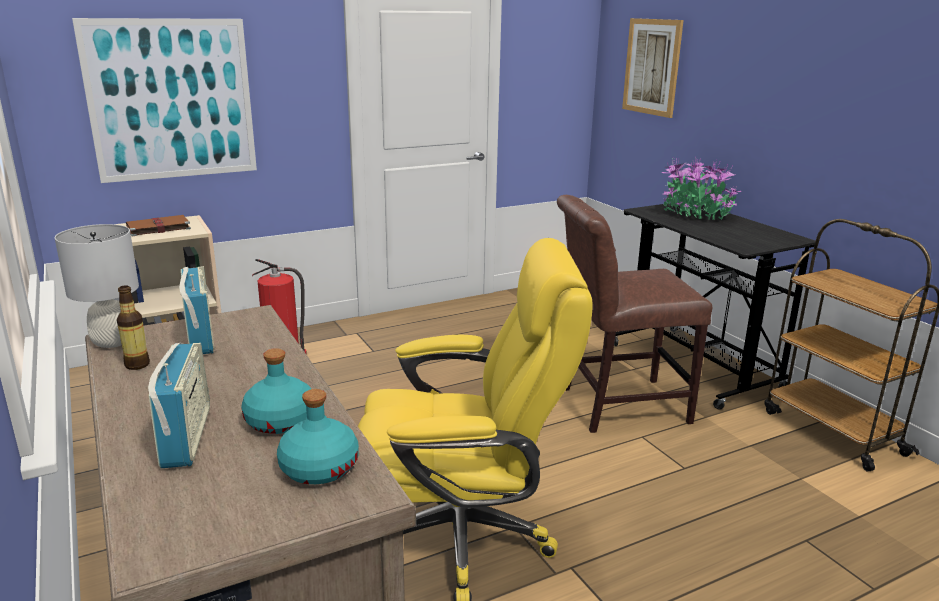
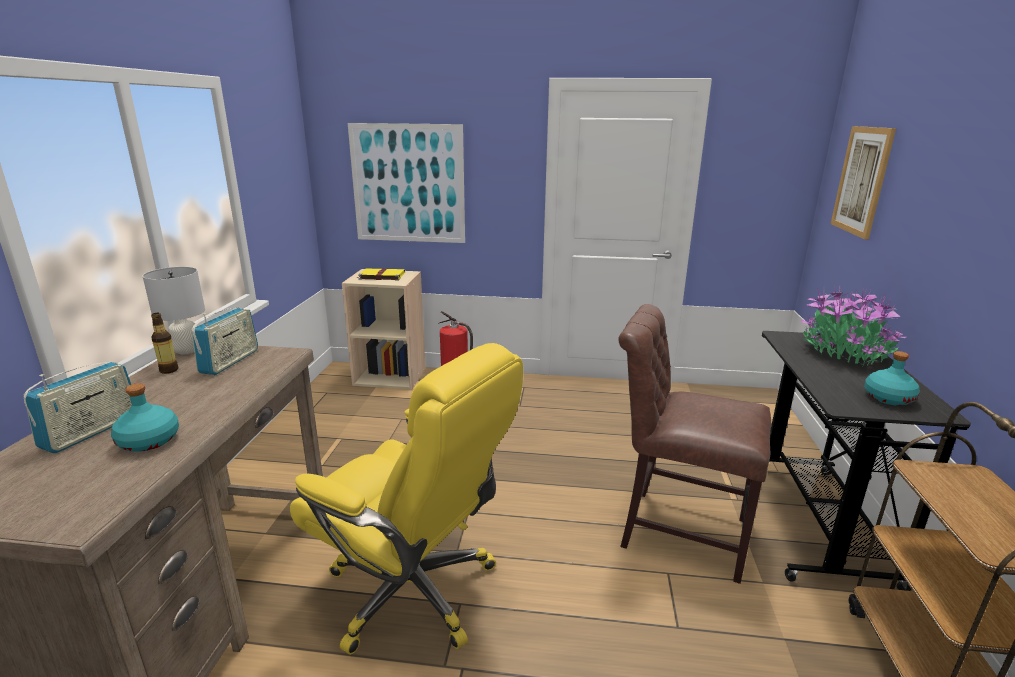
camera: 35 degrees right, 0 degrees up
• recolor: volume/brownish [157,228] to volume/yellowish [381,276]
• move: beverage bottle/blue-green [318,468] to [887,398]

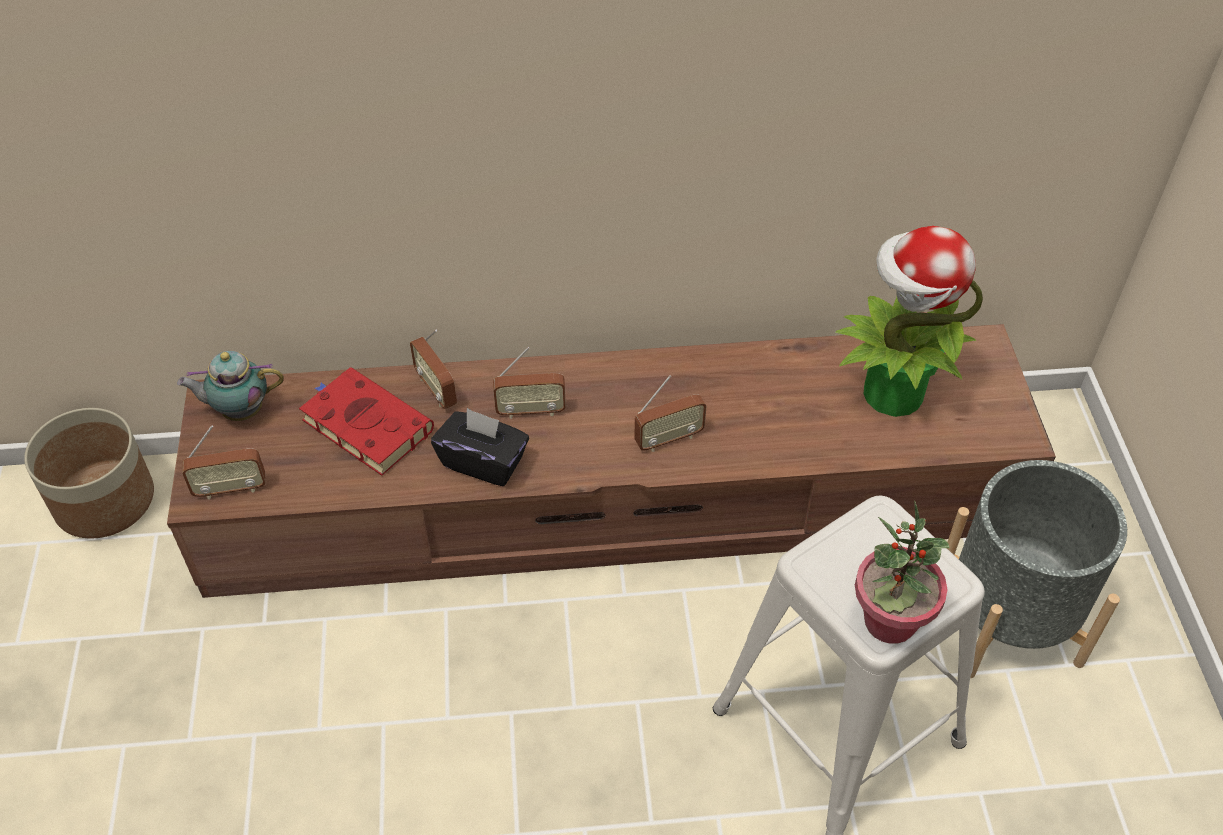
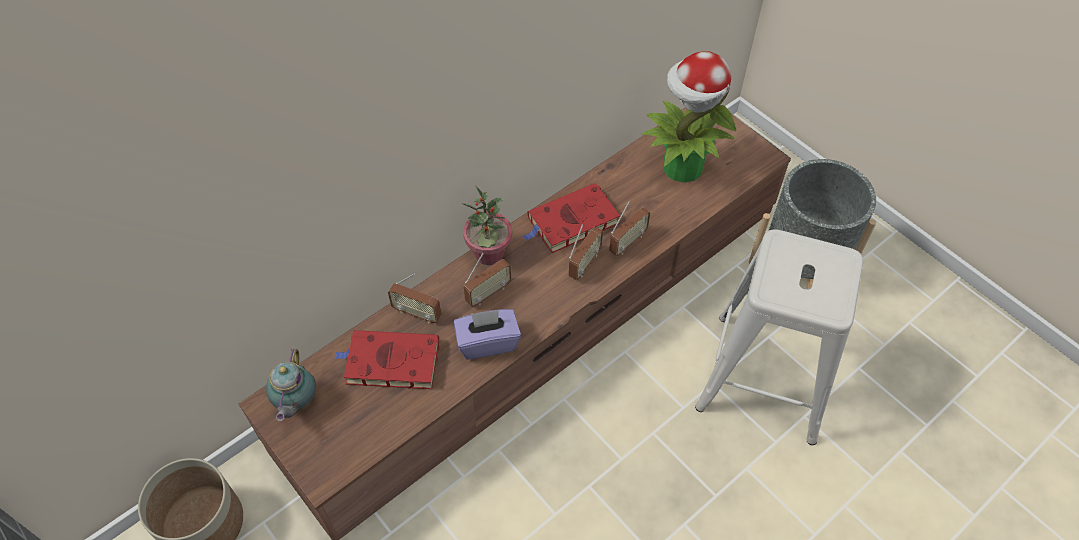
camera: 35 degrees left, 5 degrees up
• rotate: teapot [240,411] = [296,403] 45 degrees counterclockwise
• move: radio [230,489] to [627,242]
• recolor: tissue box/black [483,462] to tissue box/purplish [487,342]
• move: potted plant [889,621] to [489,254]
• insert: volume/reddish [571,222]

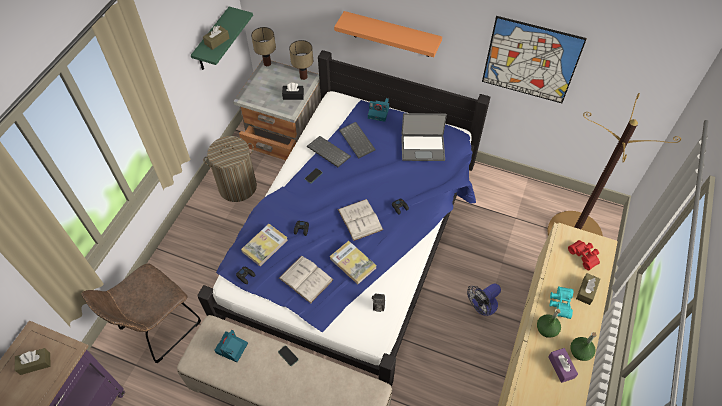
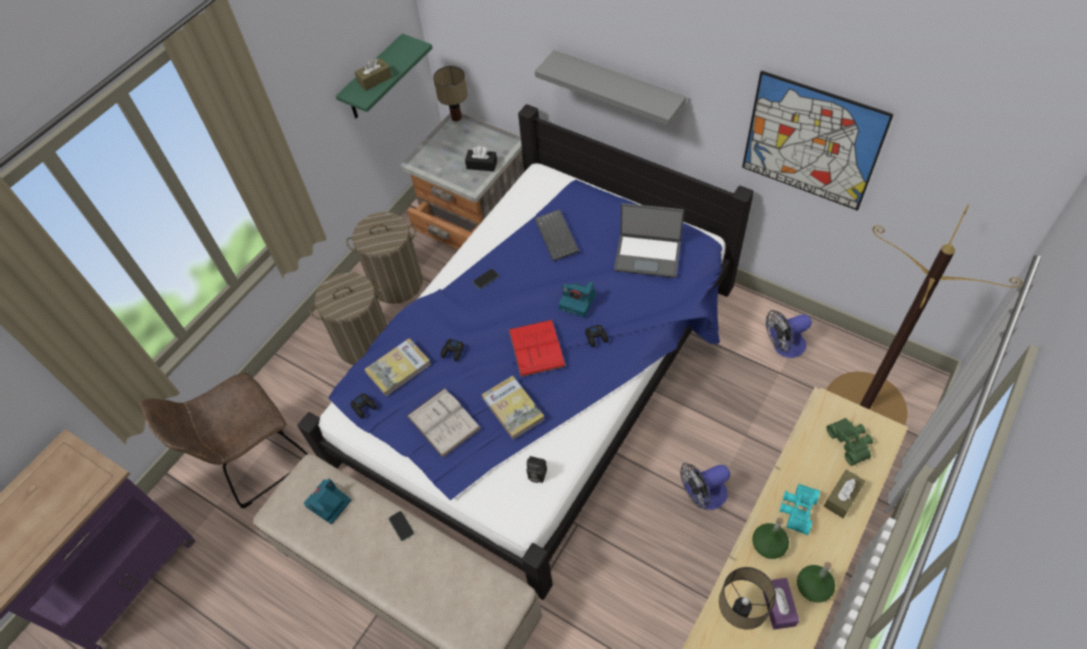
camera: 15 degrees right, 0 degrees up
• delete: tissue box/brownish [35,363]
• move: tabletop lamp [303,76] to [736,616]
• delete: keyboard [327,152]
• recolor: shelf/orange [391,35] to shelf/greyish [617,89]
• recolor: volume/whitish [360,219] to volume/reddish [536,348]
• move: photo camera [379,112] to [578,301]
• recolor: pair of binoculars/reddish [584,255] to pair of binoculars/green-coloured [851,443]
• insert: laundry basket [364,343]
• insert: cooling fan [784,346]

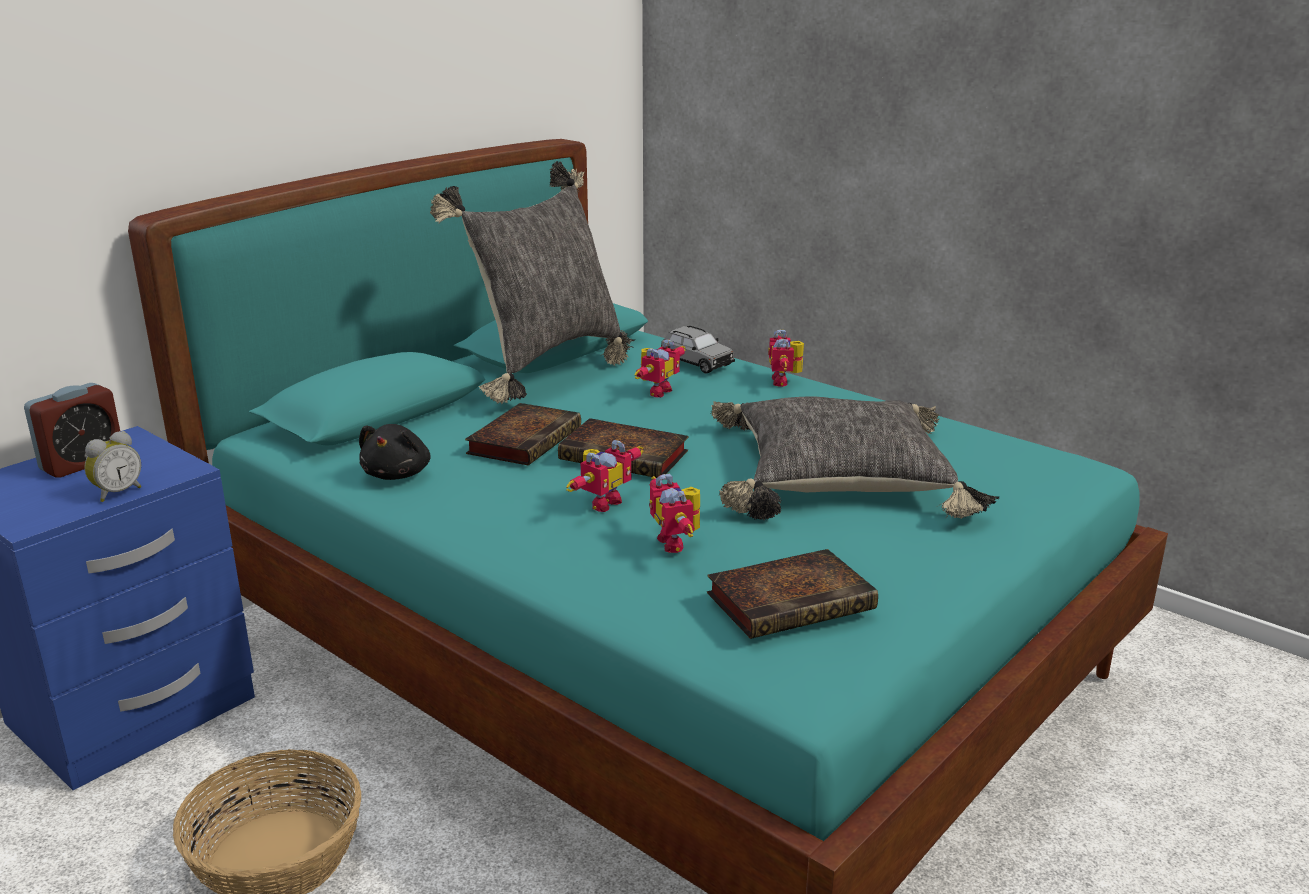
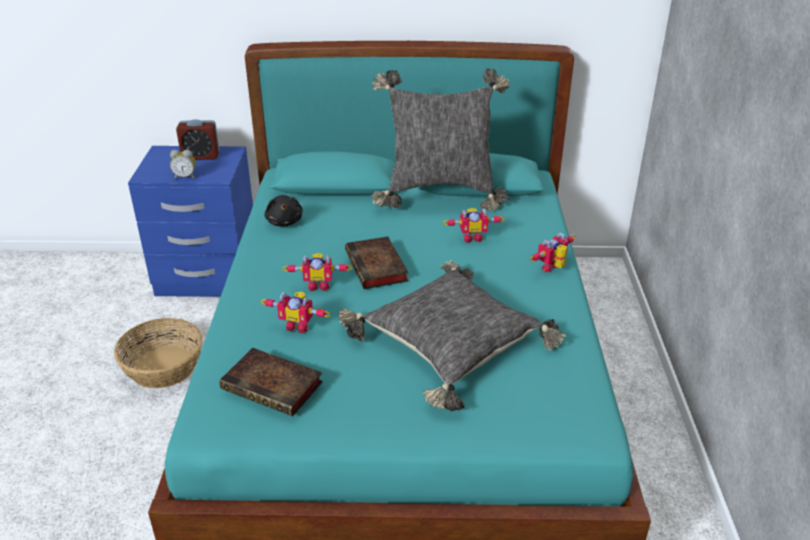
camera: 50 degrees right, 10 degrees up
• rotate: soft toy/black [398,474] = [284,222] 75 degrees counterclockwise
• delete: volume [525,440]
• rotate: model robot [677,542] = [298,325] 105 degrees counterclockwise
• delete: miniature car/greyish [697,363]

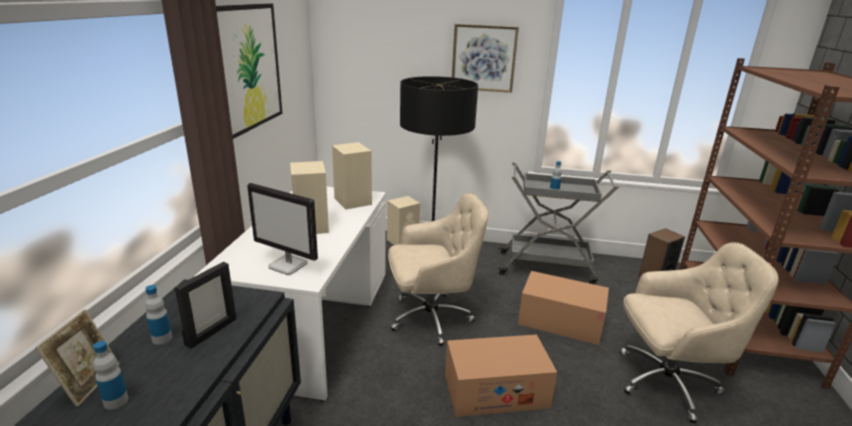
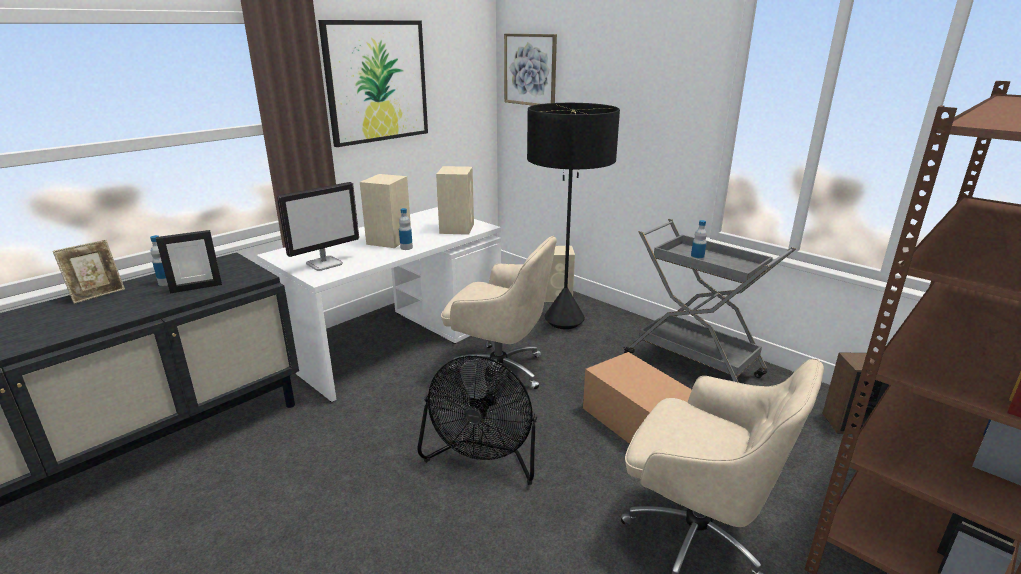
camera: 35 degrees right, 0 degrees up
• move: beverage bottle [116,401] to [406,247]
• rotate: computer screen [289,265] = [325,264] 105 degrees counterclockwise
• replace: packing box [495,391] to cooling fan/black [480,456]
• move: wall art [483,58] to [530,70]

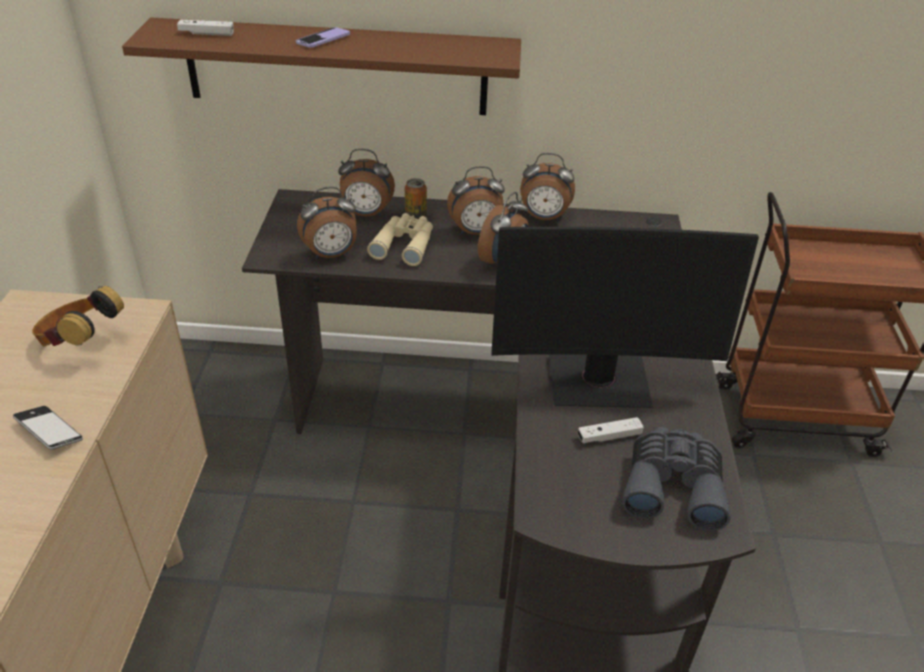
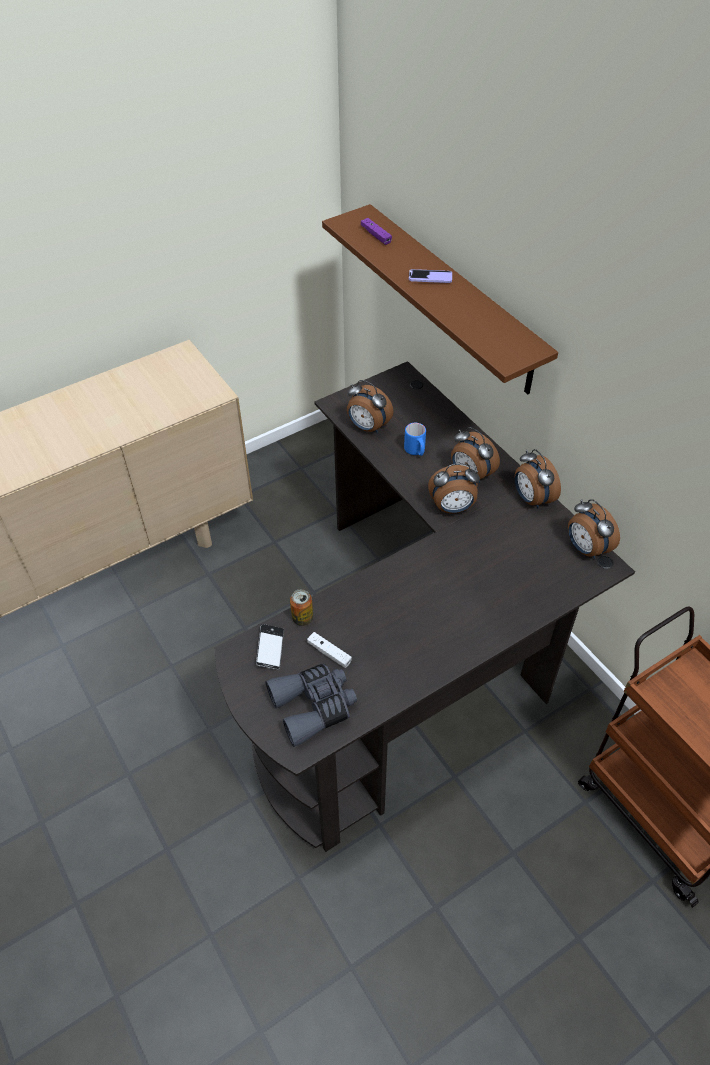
camera: 55 degrees right, 10 degrees up
• move: phone [49,432] to [270,649]
• delete: pair of headphones [81,343]
• recolor: game controller/whitish [206,34] to game controller/purplish [376,235]
• move: bedside clock [366,214] to [586,548]
• replace: pair of binoculars/sand-coloured [404,244] to coffee mug/bluish [416,451]
• move: metal can [415,216] to [302,618]
• delete: computer screen [598,381]

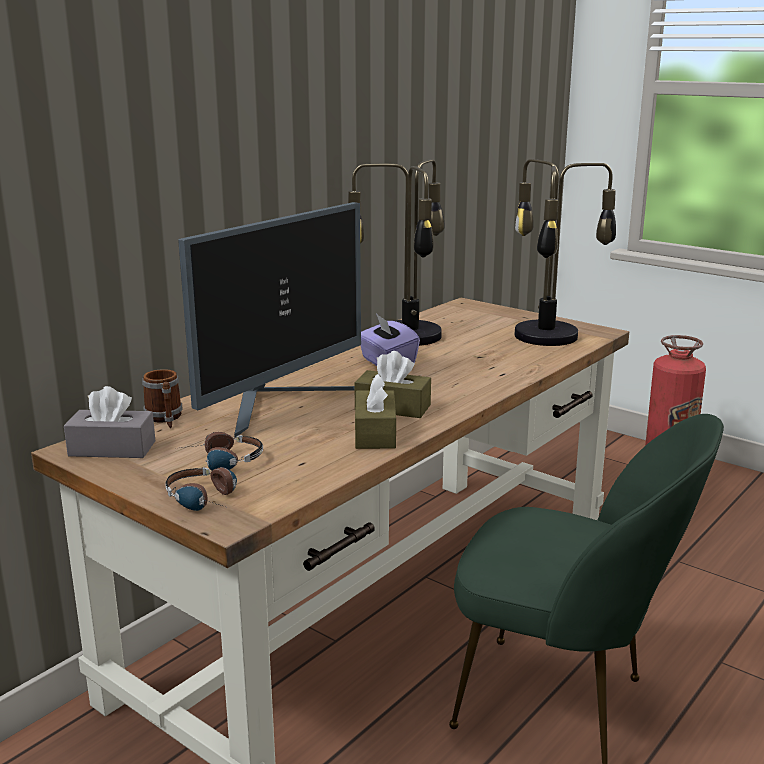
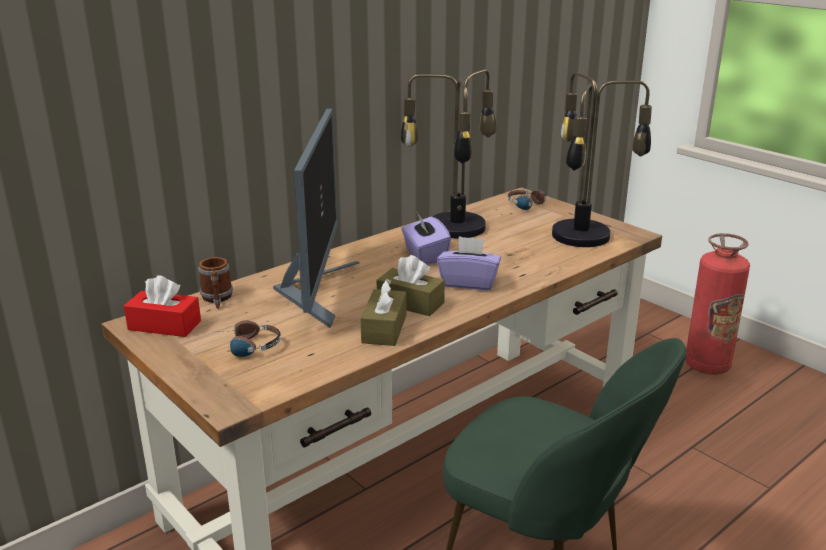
camera: 10 degrees right, 5 degrees up
• recolor: tissue box/greyish [112,448] to tissue box/reddish [164,325]
• move: pair of headphones [208,500] to [530,206]
• rotate: computer screen [279,403] = [316,290] 45 degrees counterclockwise
• insert: tissue box/purplish [468,282]

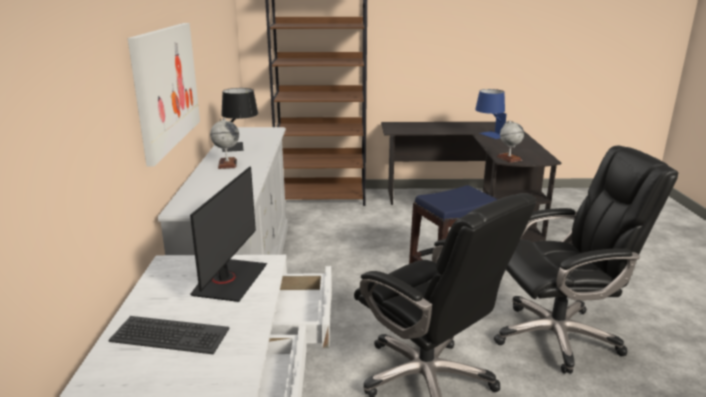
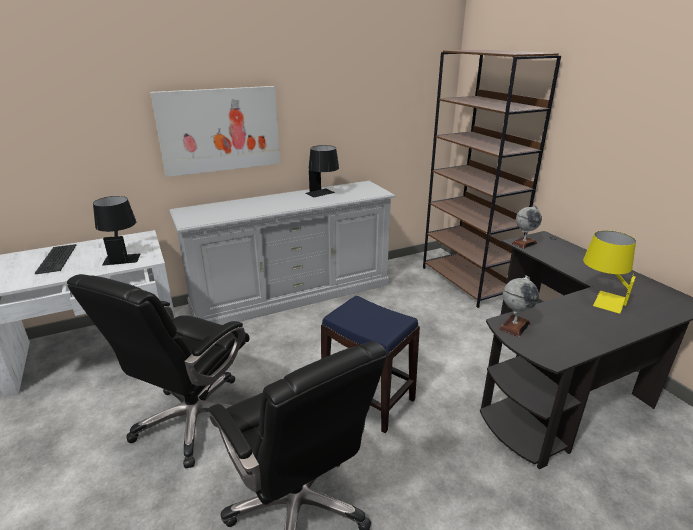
camera: 65 degrees right, 5 degrees up
• replace: computer screen [229,280] to tabletop lamp/black [123,256]
• move: desk globe [227,164] to [524,243]
• recolor: tabletop lamp/bluish [489,135] to tabletop lamp/yellowish [600,299]

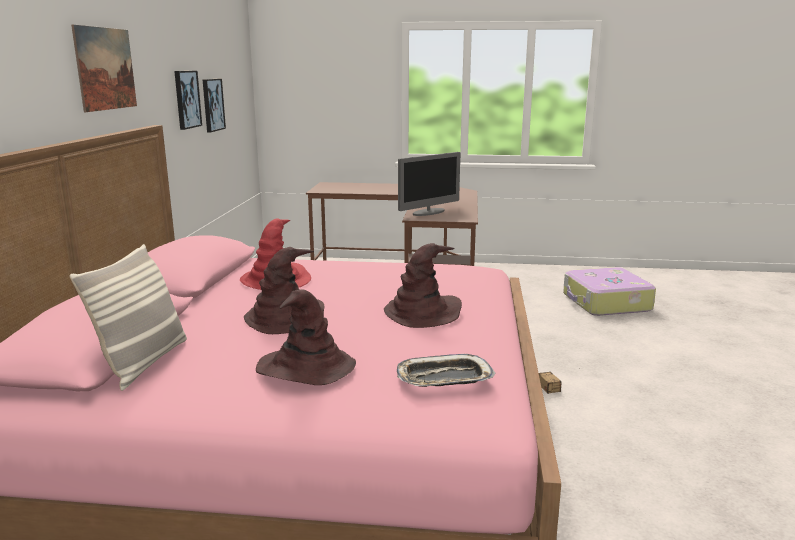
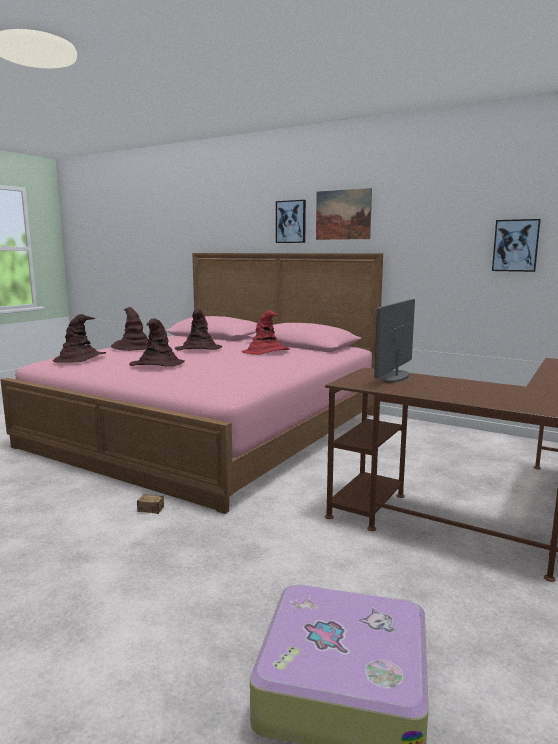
camera: 115 degrees right, 5 degrees down
• delete: pillow [143,363]
• move: wall art [186,99] to [291,222]
• replace: tray [444,378] to wearable hat/brownish [80,358]
• rotate: computer screen [429,212] = [394,377] 45 degrees clockwise

